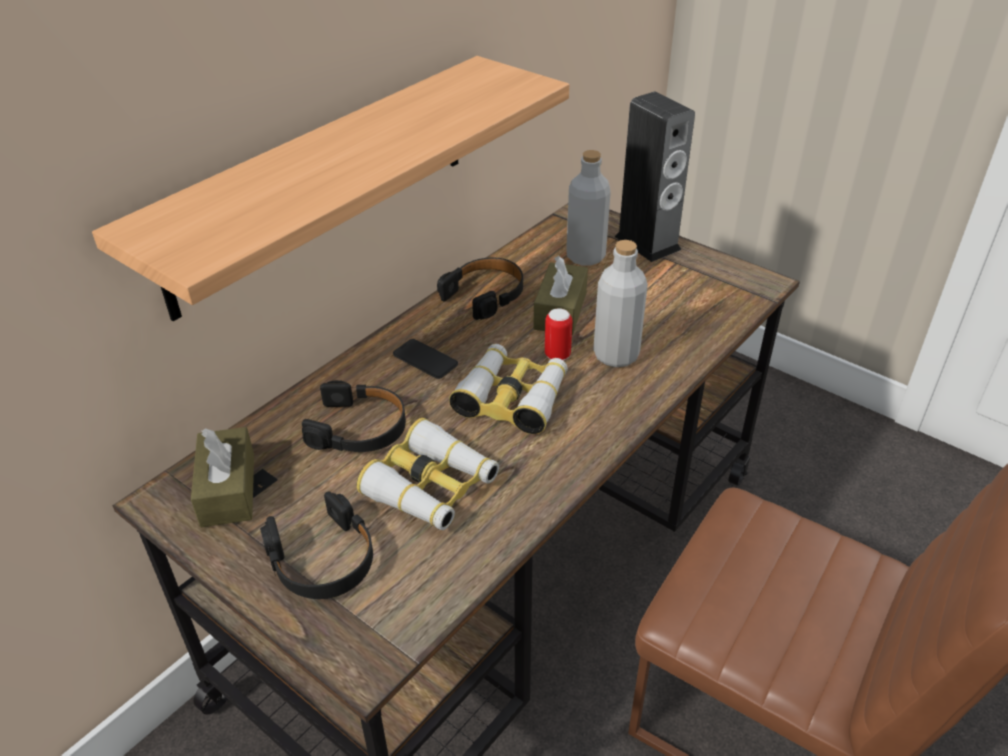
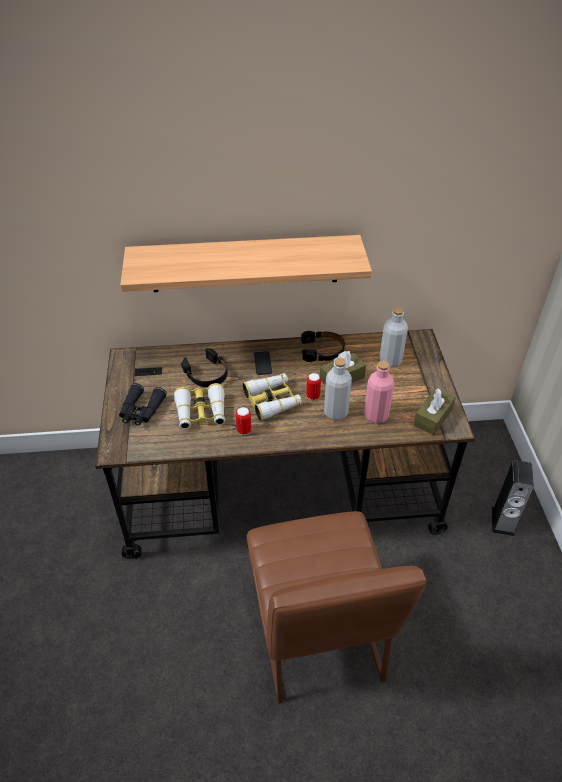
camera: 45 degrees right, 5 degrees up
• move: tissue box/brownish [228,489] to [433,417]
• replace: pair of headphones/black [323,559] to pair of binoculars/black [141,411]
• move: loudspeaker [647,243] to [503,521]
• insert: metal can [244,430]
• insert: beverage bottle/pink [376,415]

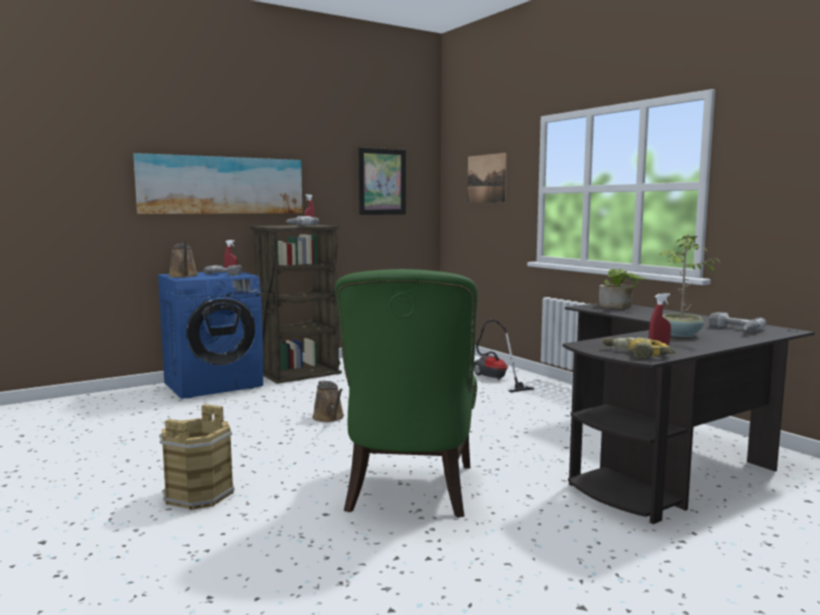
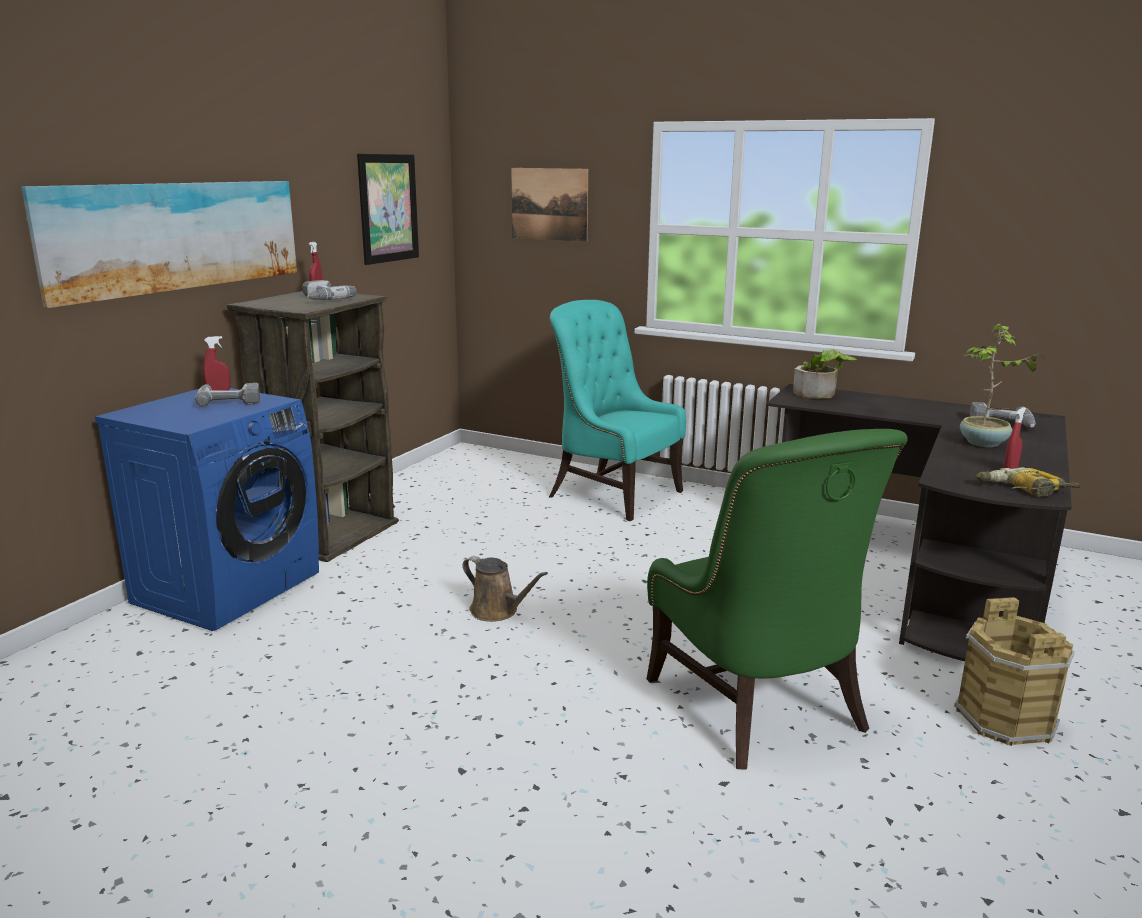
camera: 30 degrees left, 10 degrees up
• move: bucket/brownish [198,494] to [1004,719]
• delete: watering can/brownish [183,276]
• replace: hoover [495,379] to plain chair/blue-green [613,494]

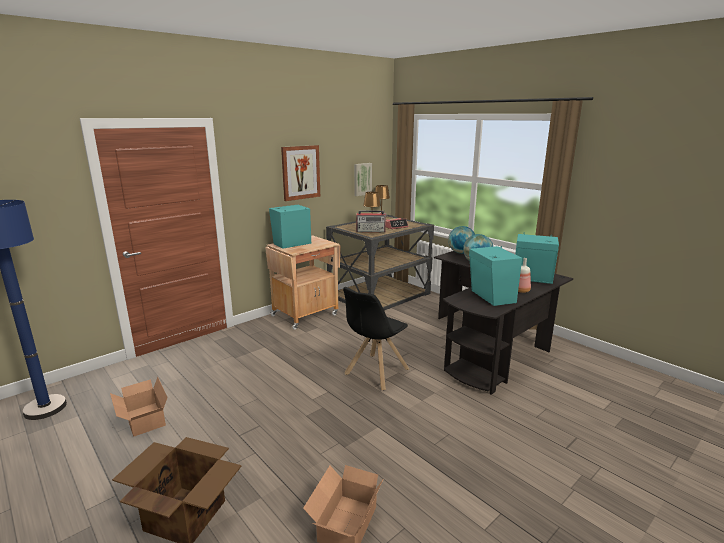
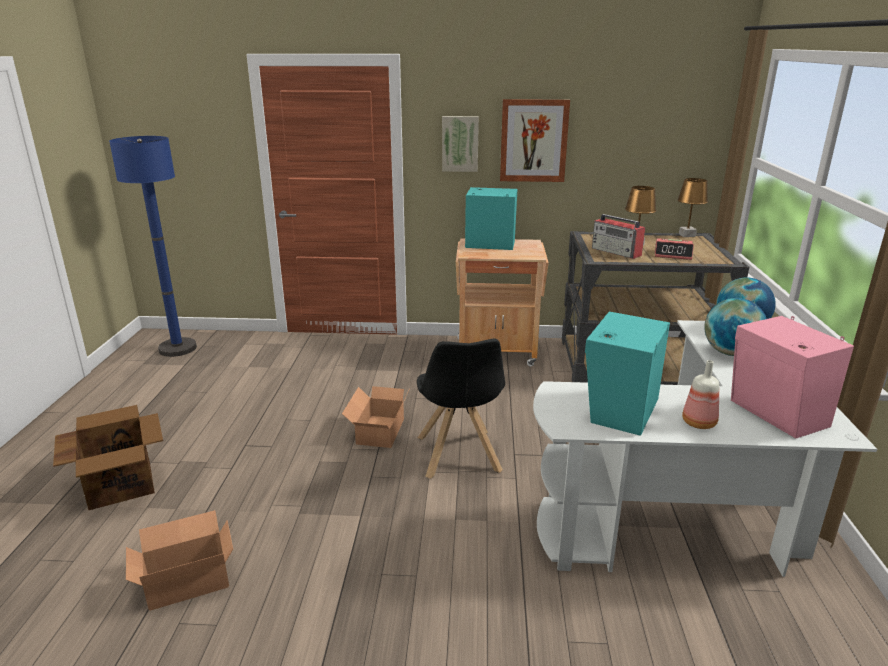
camera: 45 degrees right, 5 degrees up
• move: packing box [143,420] to [377,432]
• rotate: plain chair/black [375,373] = [459,456] 90 degrees counterclockwise
• move: wall art [362,179] to [460,143]
• recolor: desk unit/black [491,345] to desk unit/whitish [688,509]
• recolor: loudspeaker/blue-green [533,278] to loudspeaker/pink [777,415]

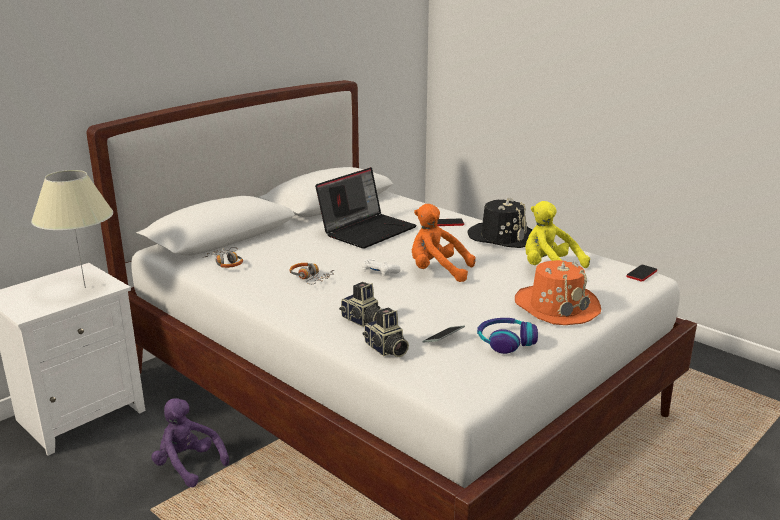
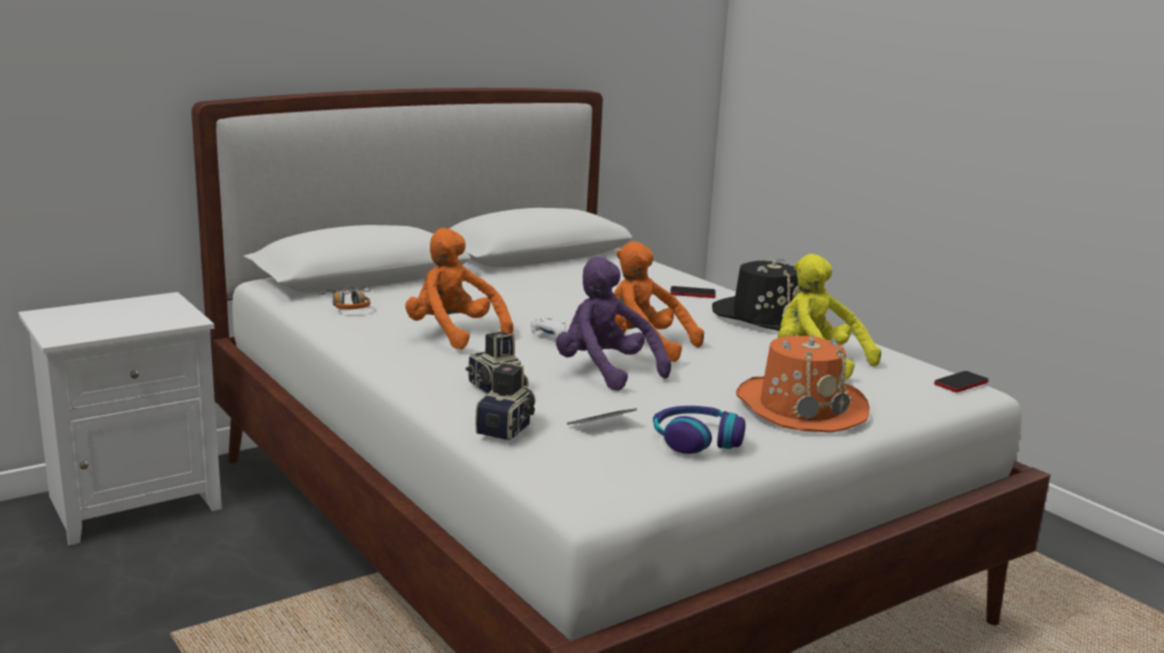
camera: 10 degrees right, 5 degrees down
• delete: tabletop lamp/sand-coloured [85,288]
• move: soft toy/purplish [188,465] to [605,372]
• replace: pair of headphones [310,278] to soft toy/orange [453,334]
• delete: portable computer [367,230]
• rotate: photo camera [386,349] = [509,427] 135 degrees counterclockwise

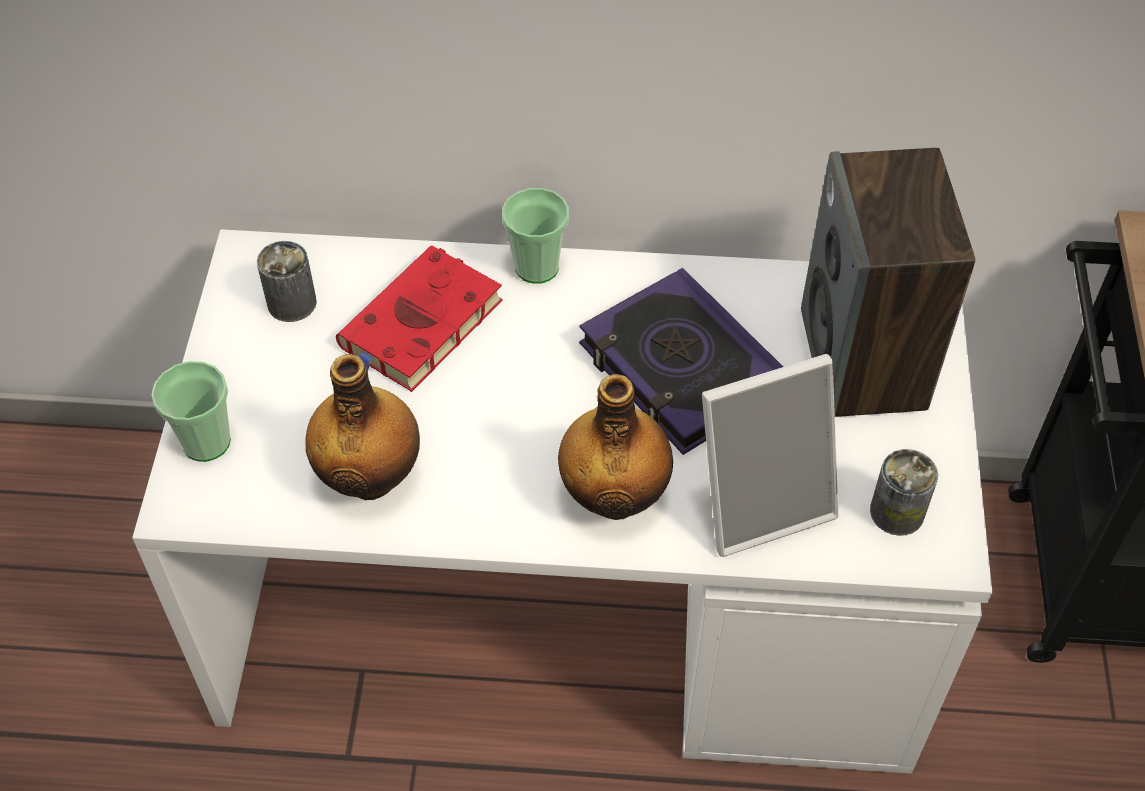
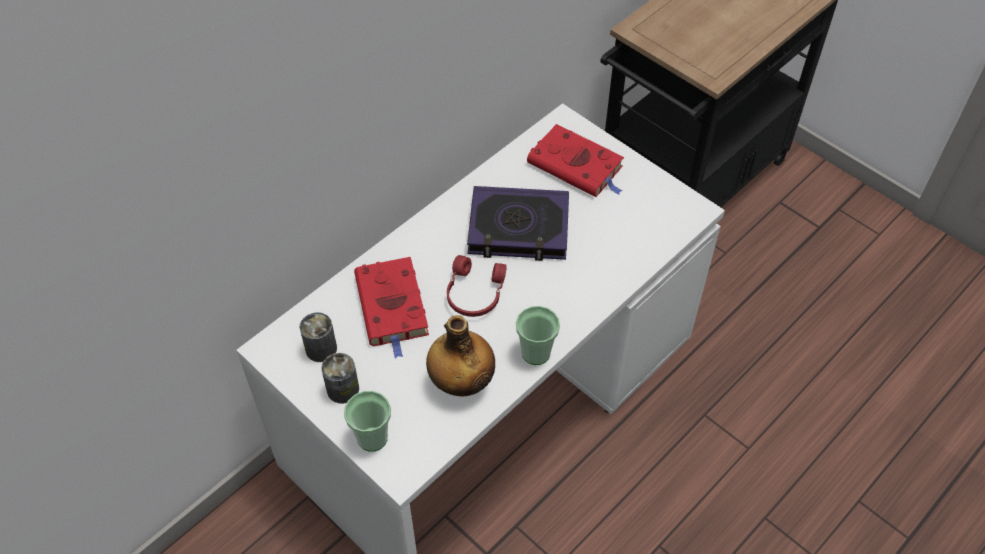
camera: 50 degrees left, 0 degrees up
• move: small cup [537,267] to [536,353]
• delete: beverage bottle [615,495]
• delete: photo frame [760,501]
• replace: loudspeaker [864,360] to volume/reddish [577,166]
• move: metal can [897,512] to [343,389]
• insert: pair of headphones/reddish [474,293]

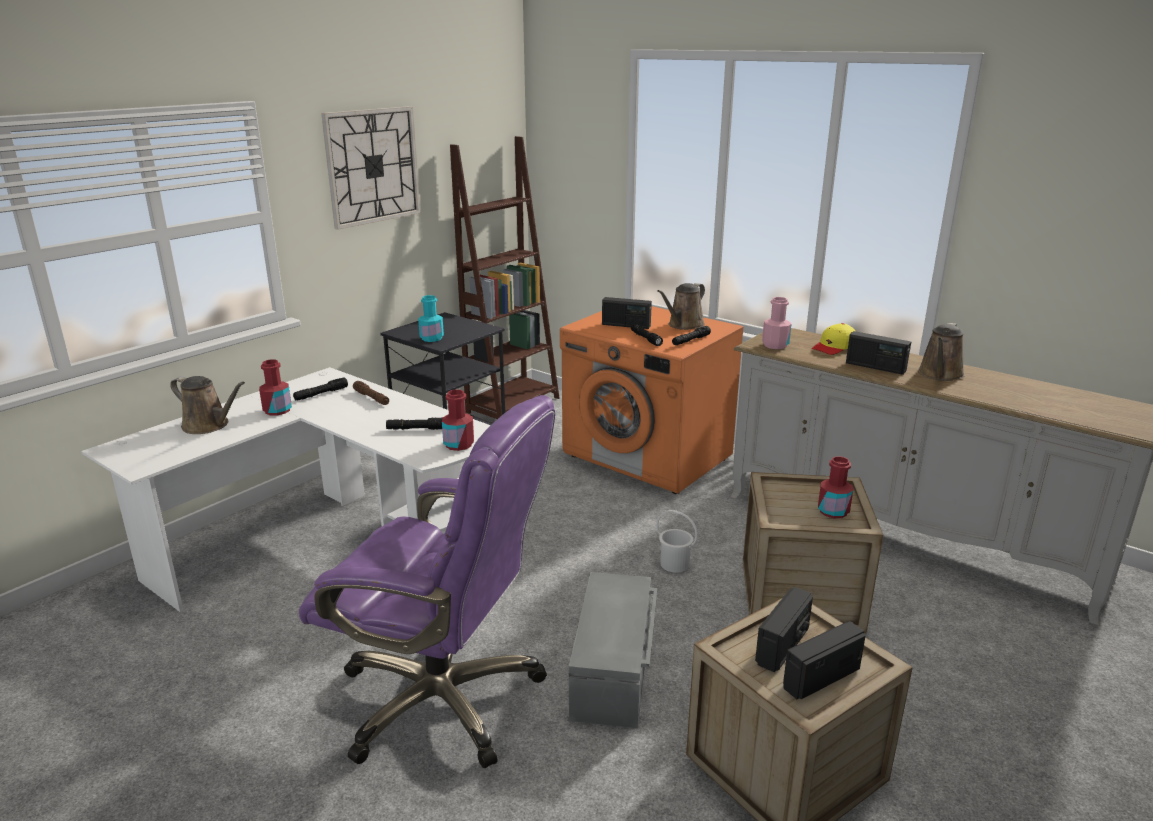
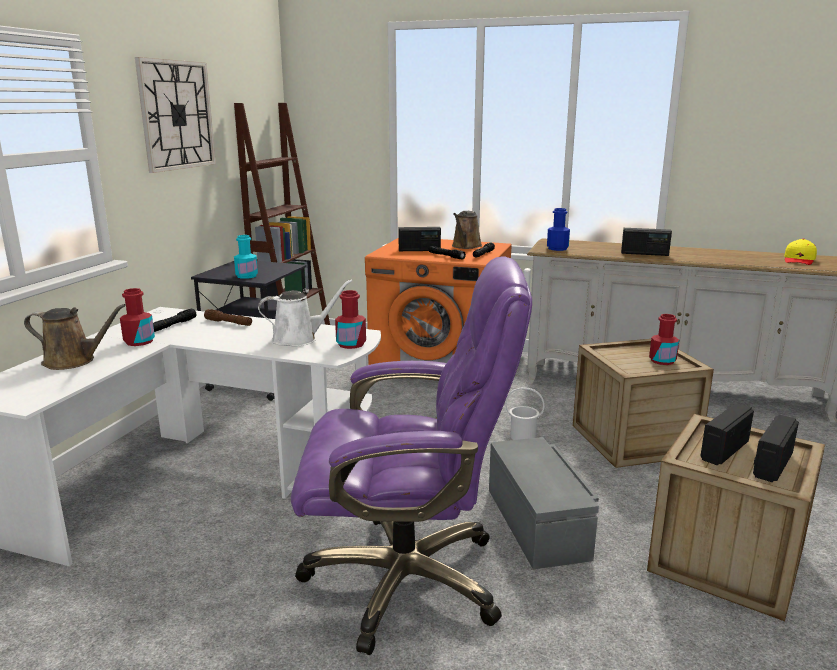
camera: 20 degrees left, 5 degrees down
• replace: flashlight/black [417,429] to watering can/whitish [299,339]
• rotate: radio [783,646] = [723,450] 150 degrees counterclockwise
• recolor: beverage bottle/pink [775,345] to beverage bottle/bluish [557,248]
• move: baseball cap/yellowish [834,347] to [799,260]
• delete: watering can/brownish [940,375]

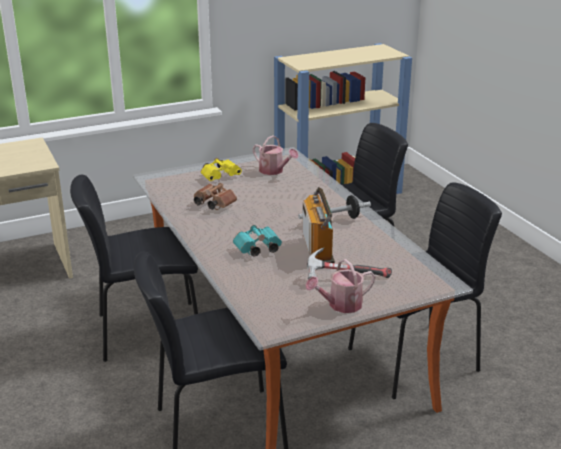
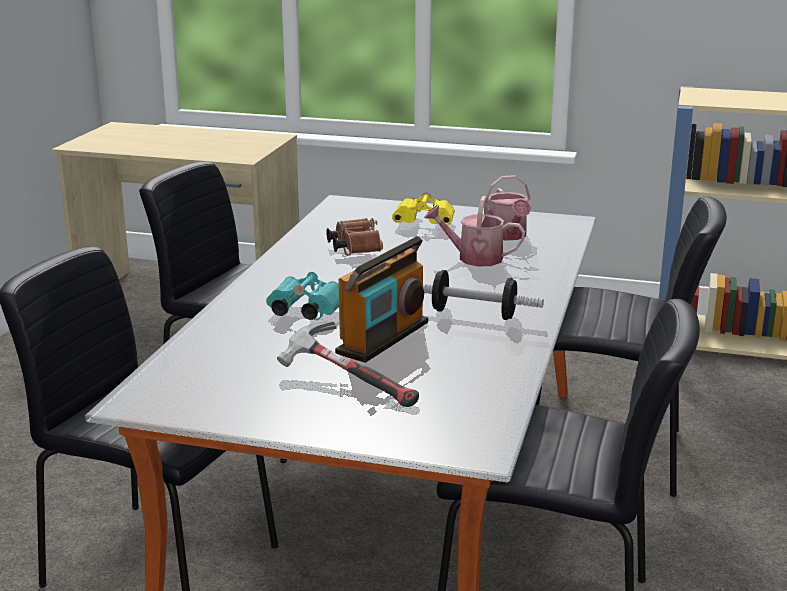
camera: 40 degrees right, 5 degrees down
• move: watering can [341,305] to [473,258]

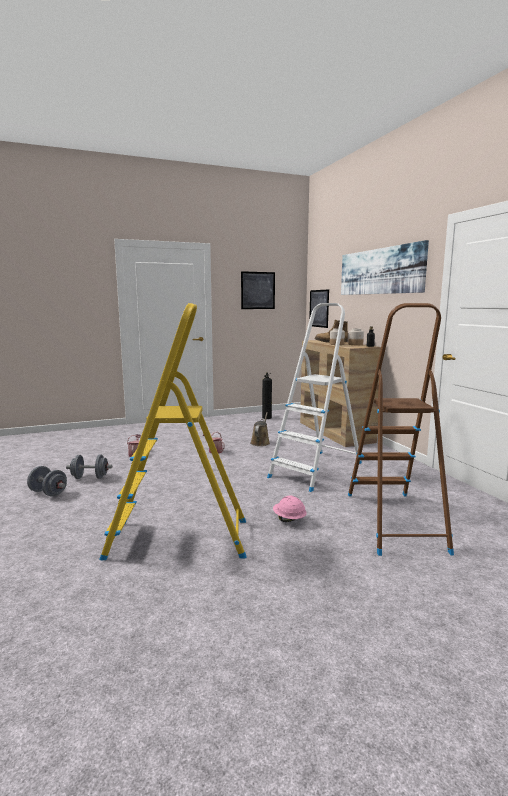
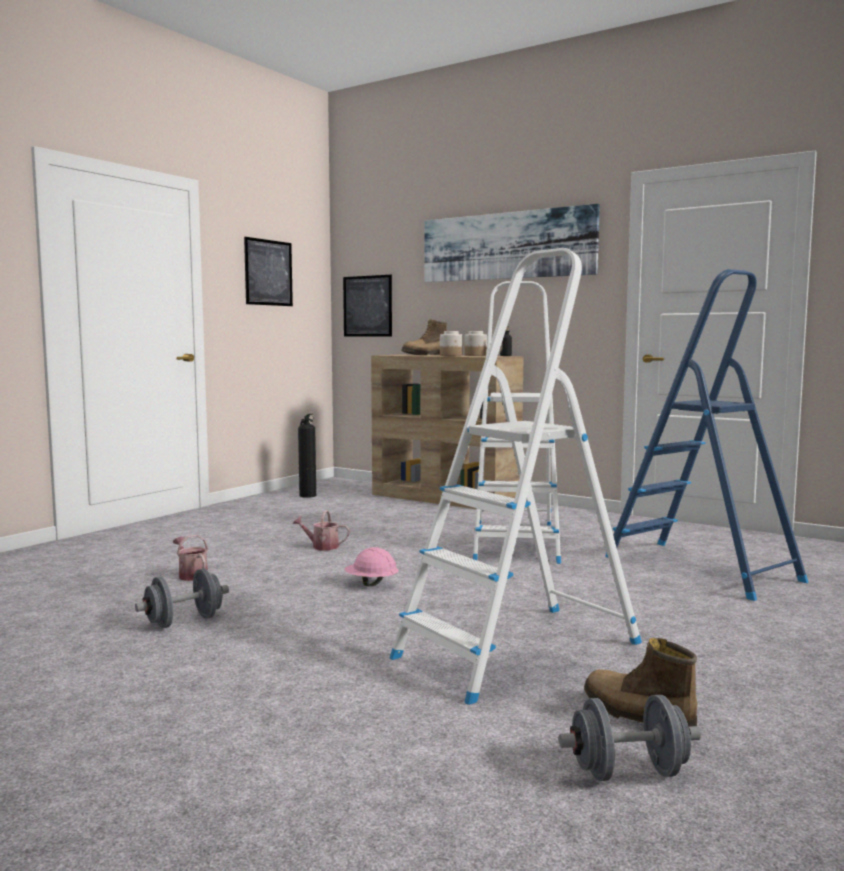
camera: 35 degrees left, 5 degrees down
• move: free weight/greyish [48,493] to [628,773]
• recolor: step ladder/yellowish [177,539] to step ladder/whitish [517,650]
• delete: watering can/brownish [260,442]
• move: work helmet/pink [289,519] to [371,584]
• recolor: step ladder/brownish [393,520] to step ladder/bluish [699,568]
• insert: boot [636,715]

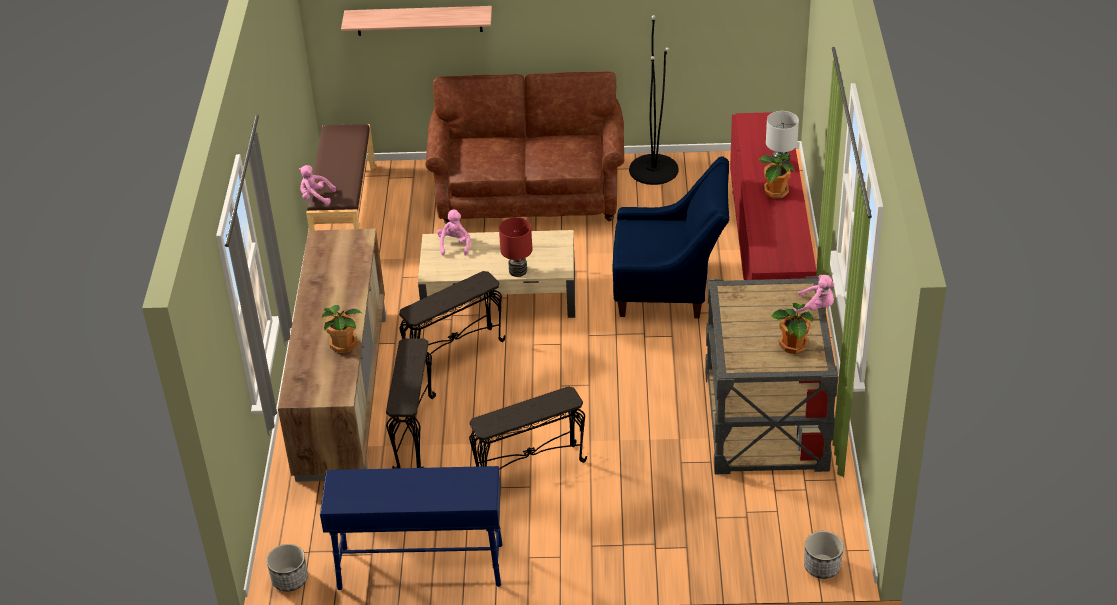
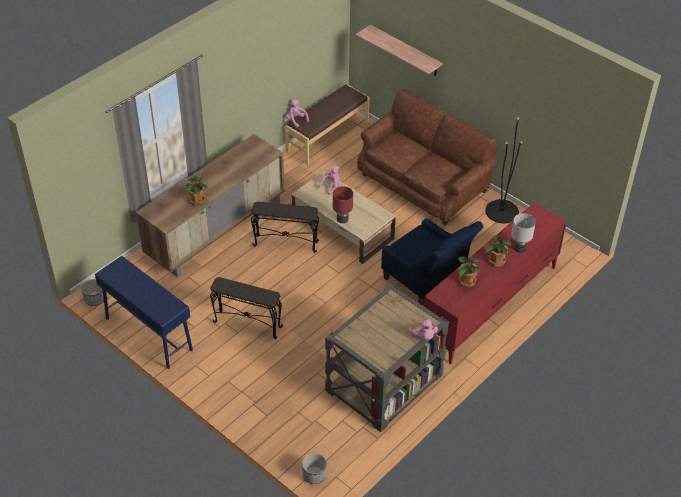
camera: 40 degrees right, 5 degrees up
• delete: end table/black [414,434]
• move: potted plant [792,346] to [466,281]

